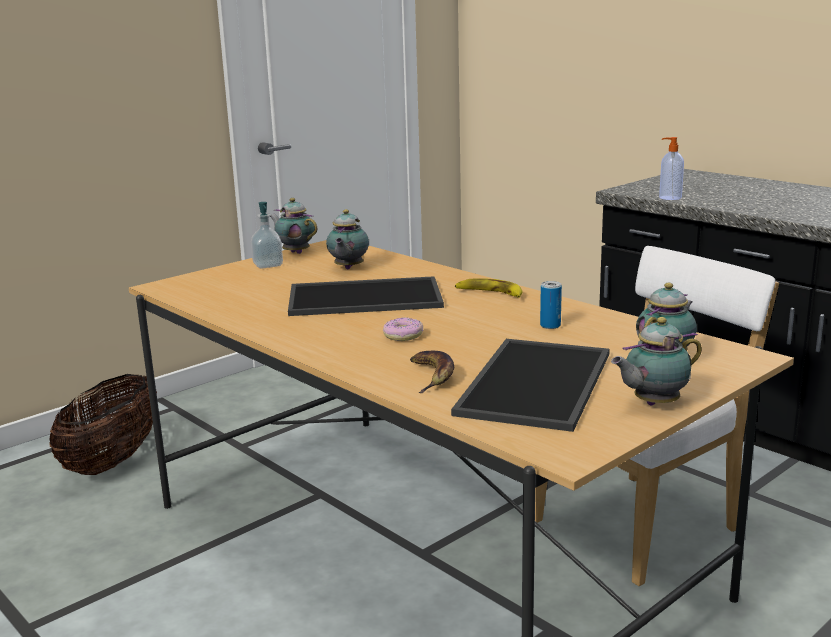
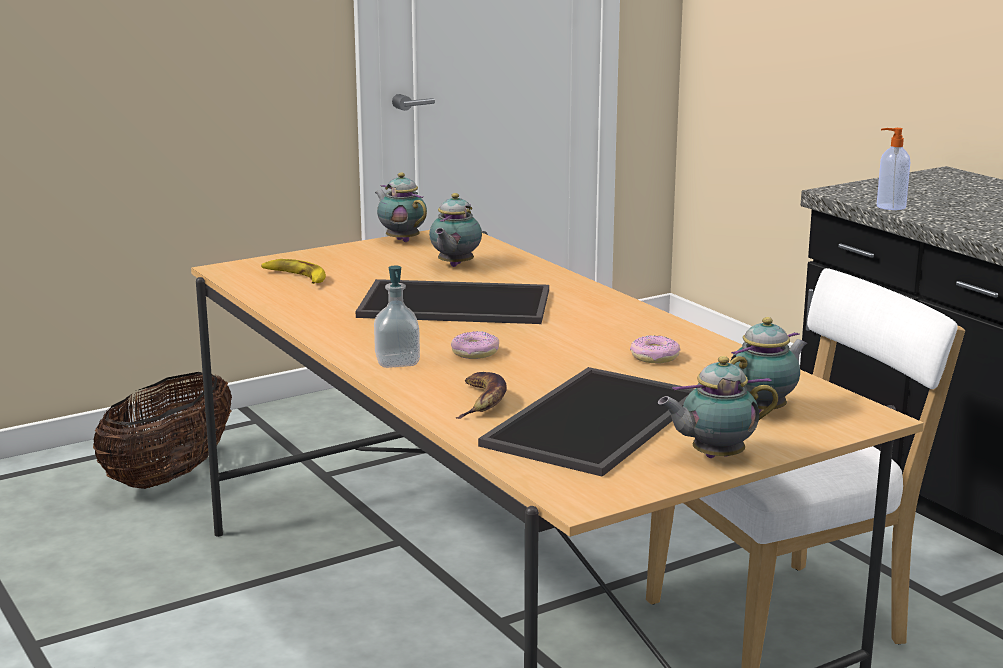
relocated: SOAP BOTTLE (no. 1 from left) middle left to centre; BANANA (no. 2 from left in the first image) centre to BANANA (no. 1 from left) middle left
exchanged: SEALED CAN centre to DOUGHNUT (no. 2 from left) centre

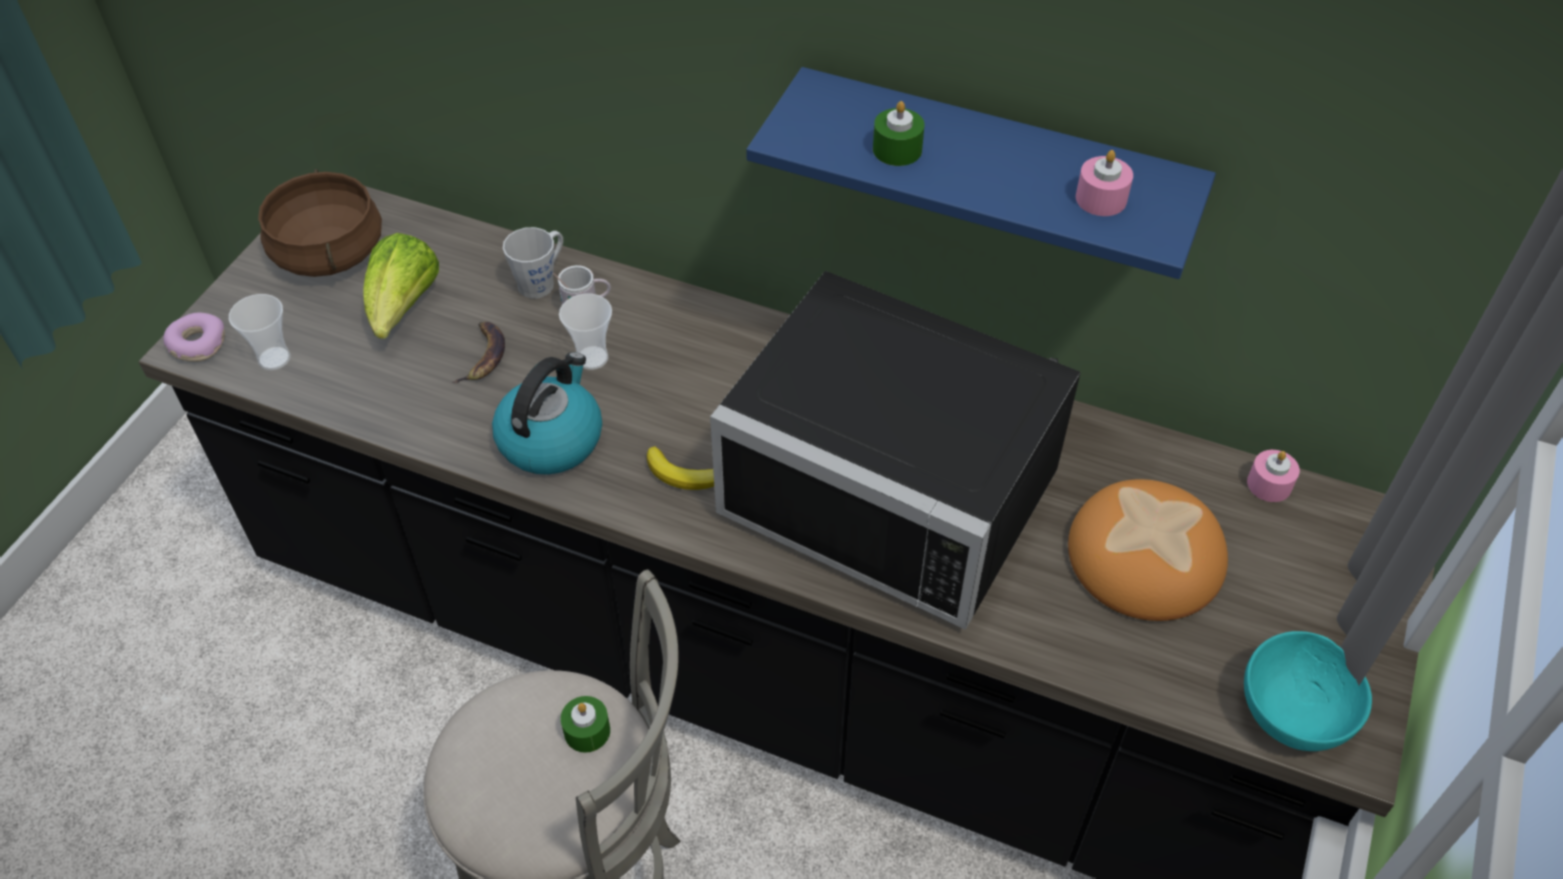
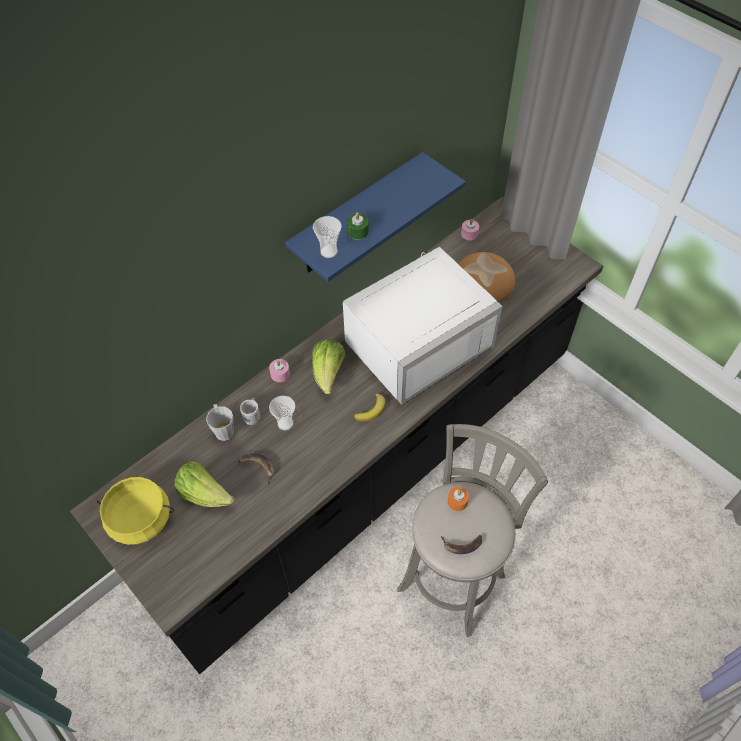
missing: DOUGHNUT middle left; WATER KETTLE centre; TURQUOISE SERVING BOWL bottom right
appeared: LETTUCE HEAD (no. 2 from left) centre; BANANA (no. 3 from left) bottom centre
relocated: CUP (no. 1 from left in the first image) middle left to CUP (no. 2 from left) top centre; PINK-COLOURED WAX LIGHT (no. 1 from left) top right to centre
colour: BROWN COOKING POT top left to YELLOWISH COOKING POT bottom left; GREENISH WAX LIGHT (no. 1 from left) bottom centre to ORANGE-COLOURED WAX LIGHT bottom centre; BLACKISH KITCHEN MICROWAVE centre to WHITE KITCHEN MICROWAVE centre

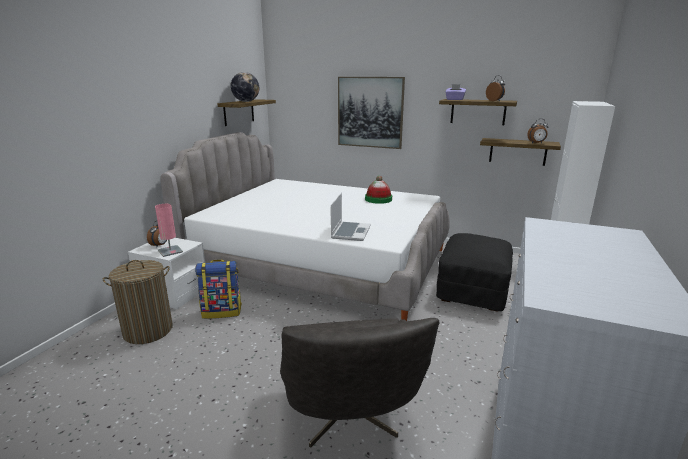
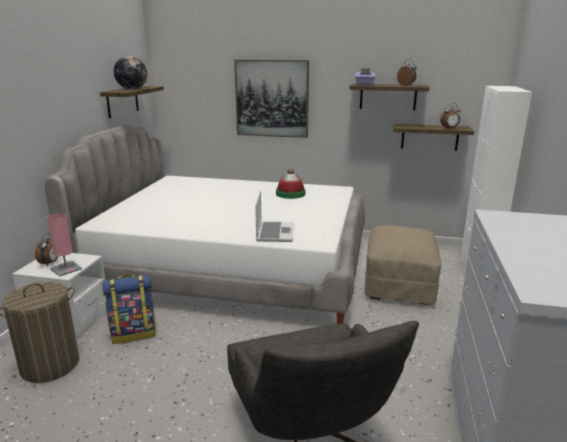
colour: BLACKISH FOOTREST middle right to BEIGE FOOTREST middle right

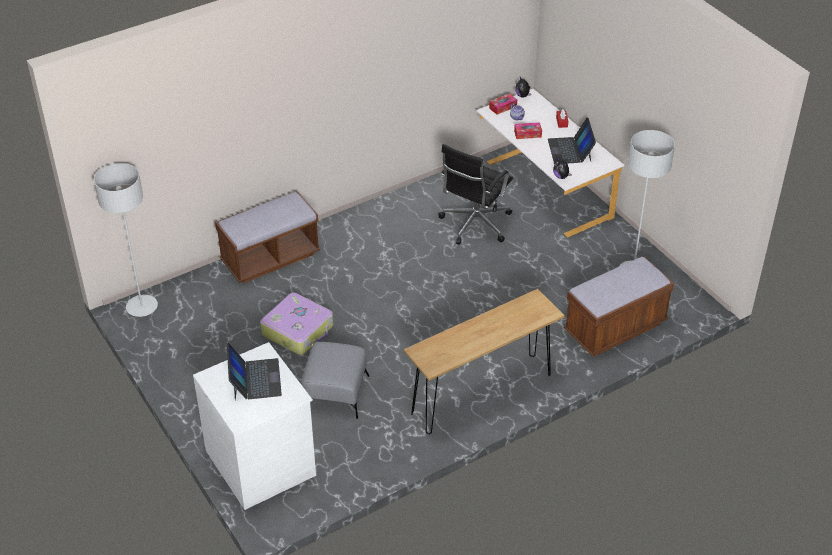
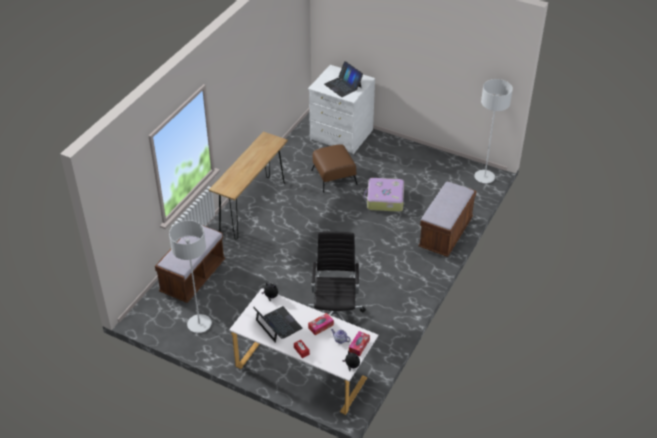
colour: GREYISH FOOTREST bottom centre to BROWN FOOTREST centre

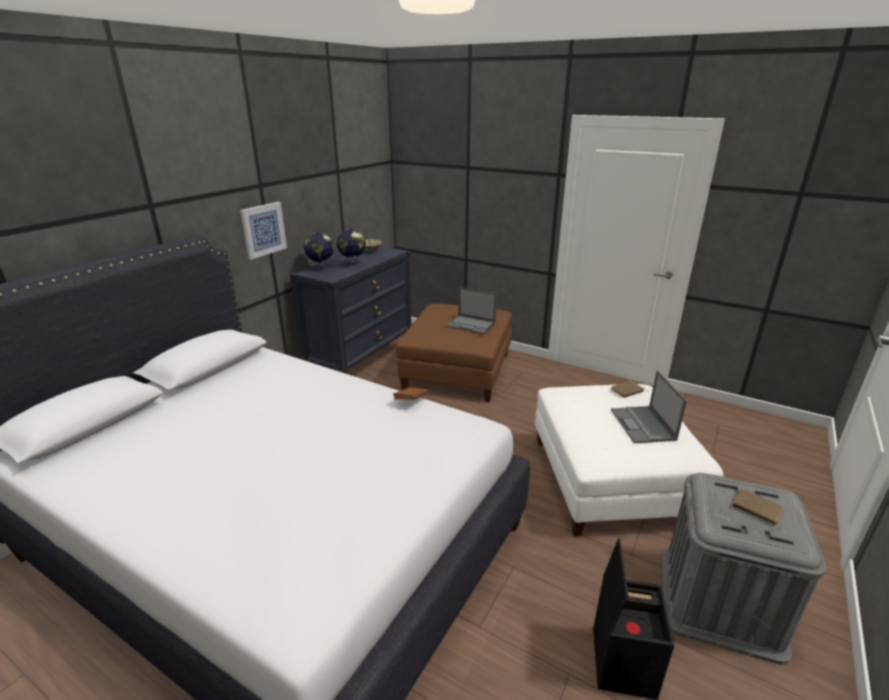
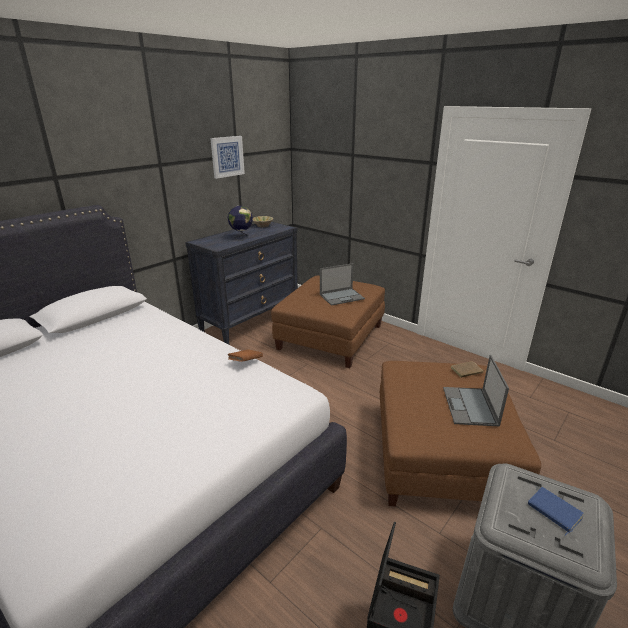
missing: DESK GLOBE (no. 1 from left) centre
relocated: PICTURE top left to top centre
colour: WHITE FOOTREST middle right to BROWN FOOTREST (no. 2 from left) bottom right; BROWN BOUND BOOK (no. 3 from left) bottom right to BLUE BOUND BOOK bottom right
spun: PORTABLE COMPUTER (no. 1 from left) centre = centre 60 degrees counterclockwise

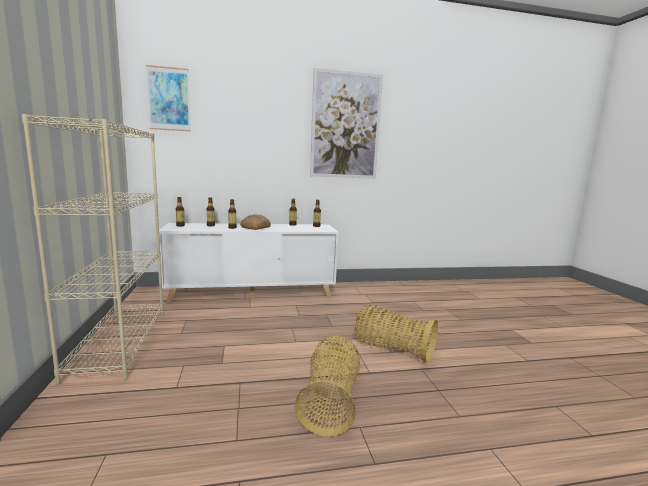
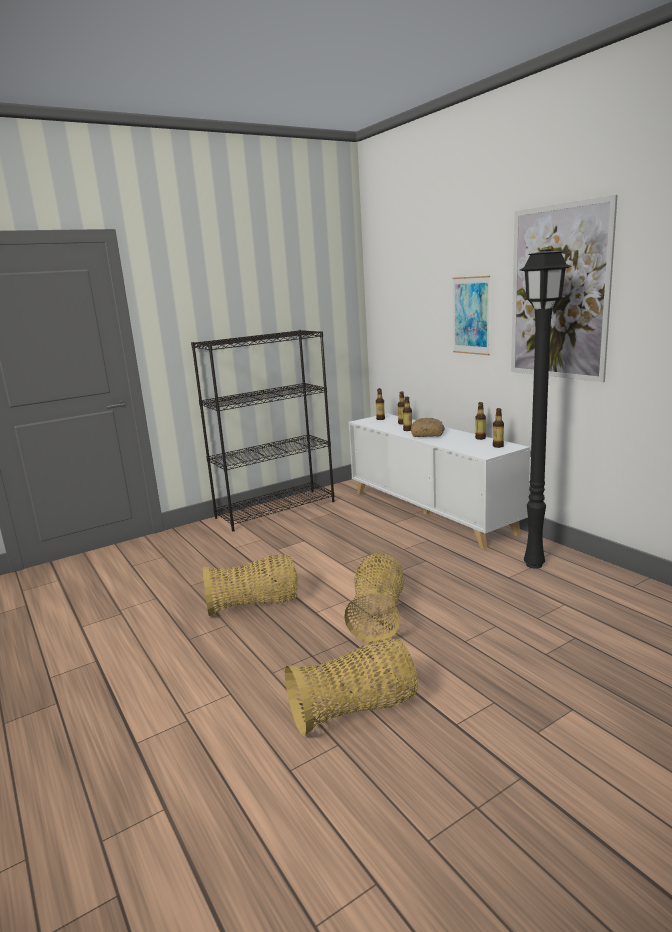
appeared: HOUSEHOLD BASKET (no. 2 from left) bottom centre; BLACKISH STANDARD LAMP middle right
relocated: PICTURE (no. 1 from left) top left to middle right
colour: BEIGE BOOKCASE middle left to BLACKISH BOOKCASE centre

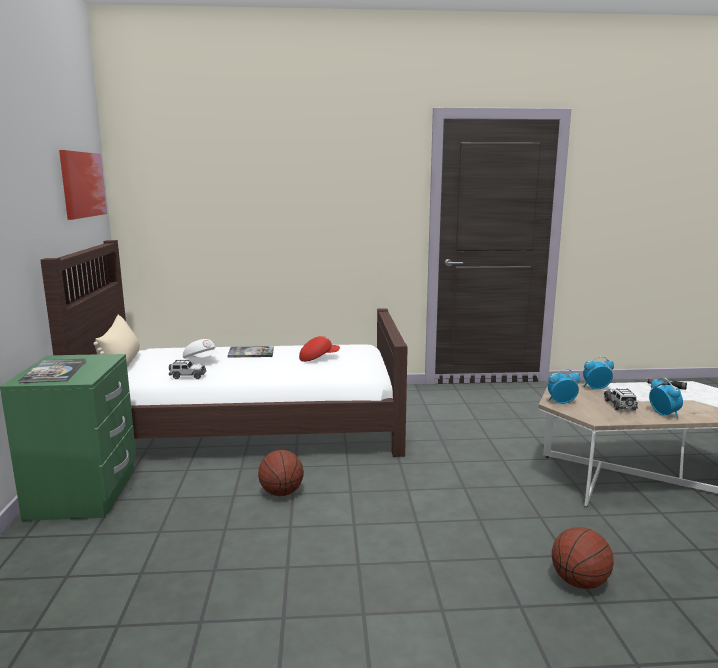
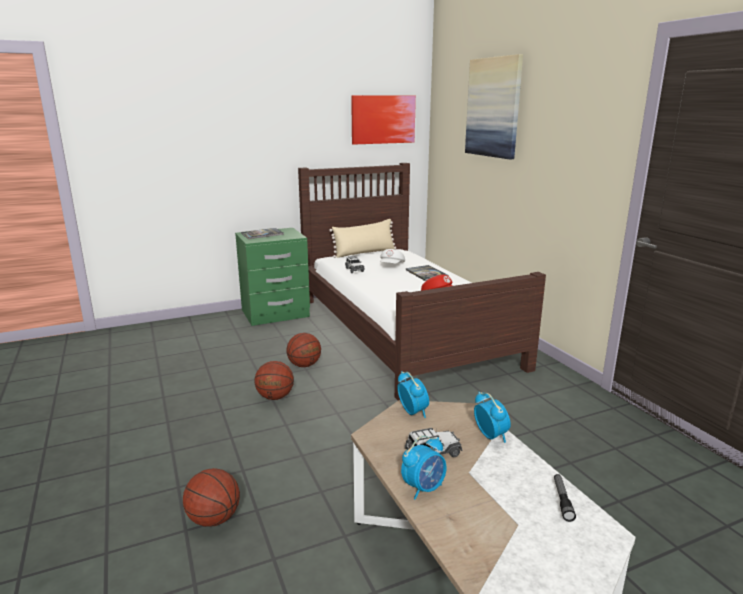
appeared: BASKETBALL BALL (no. 2 from left) centre; PICTURE (no. 2 from left) top centre

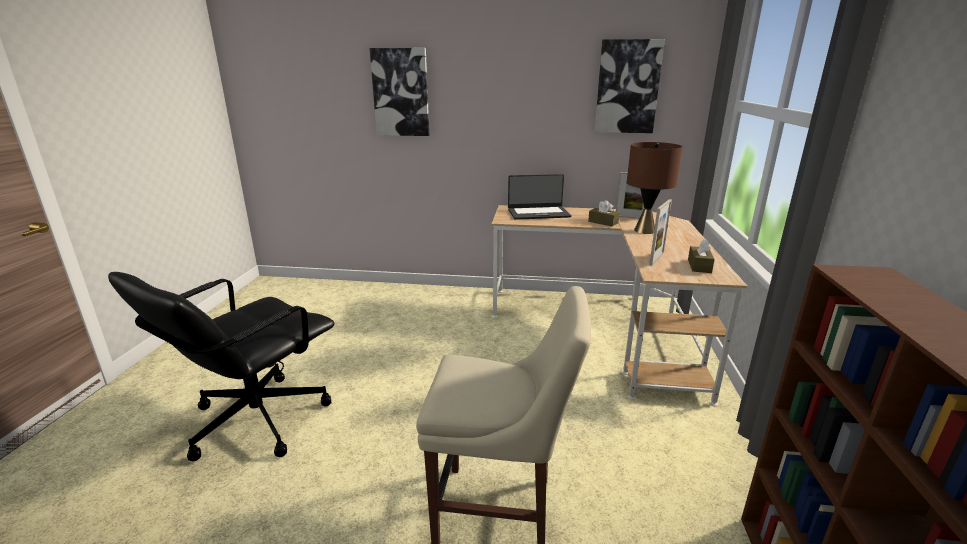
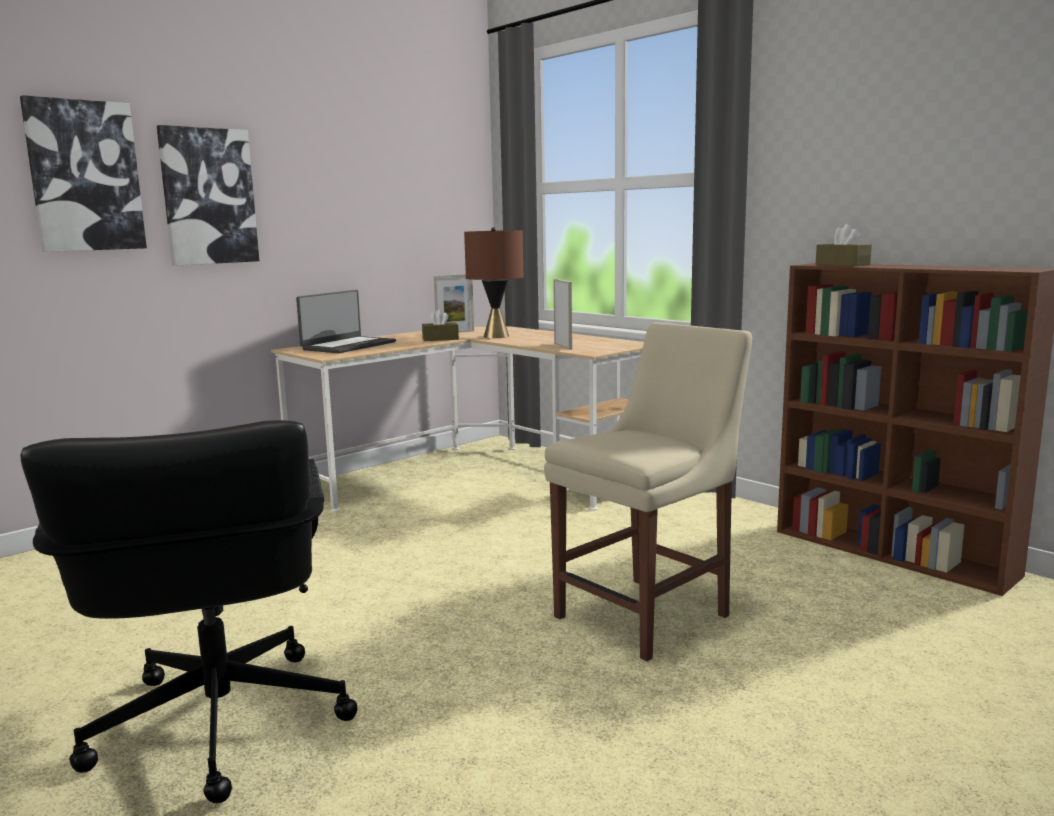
relocated: PICTURE (no. 2 from left) top centre to top left; BROWN TISSUE HOLDER (no. 2 from left) middle right to top right

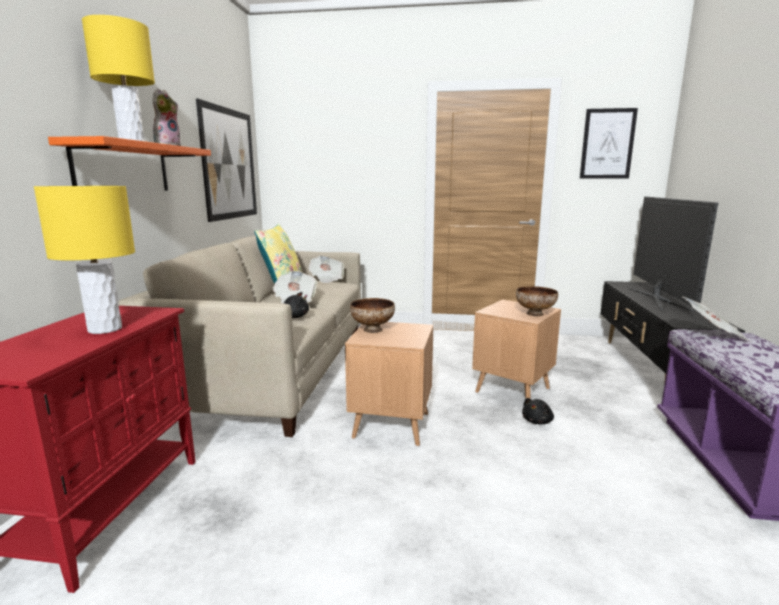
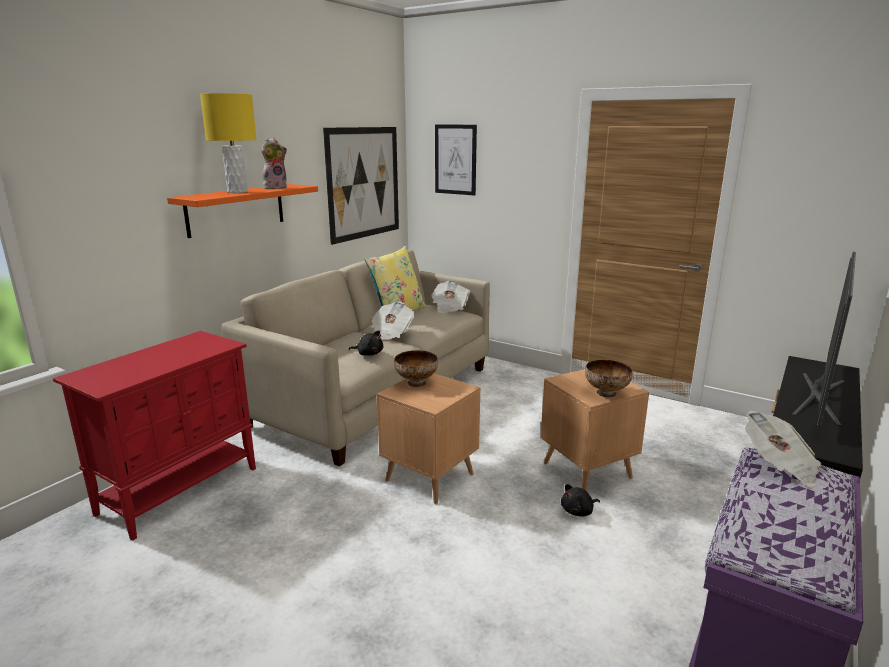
missing: YELLOWISH TABLE LAMP (no. 1 from left) middle left
relocated: PICTURE (no. 2 from left) top right to top centre

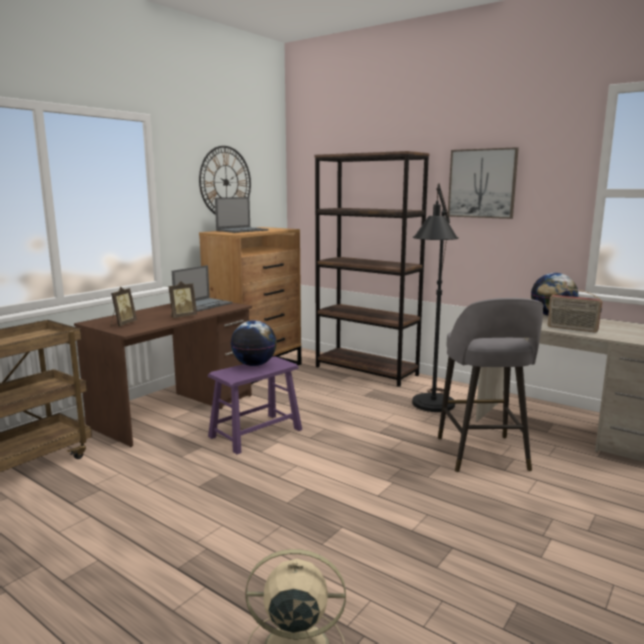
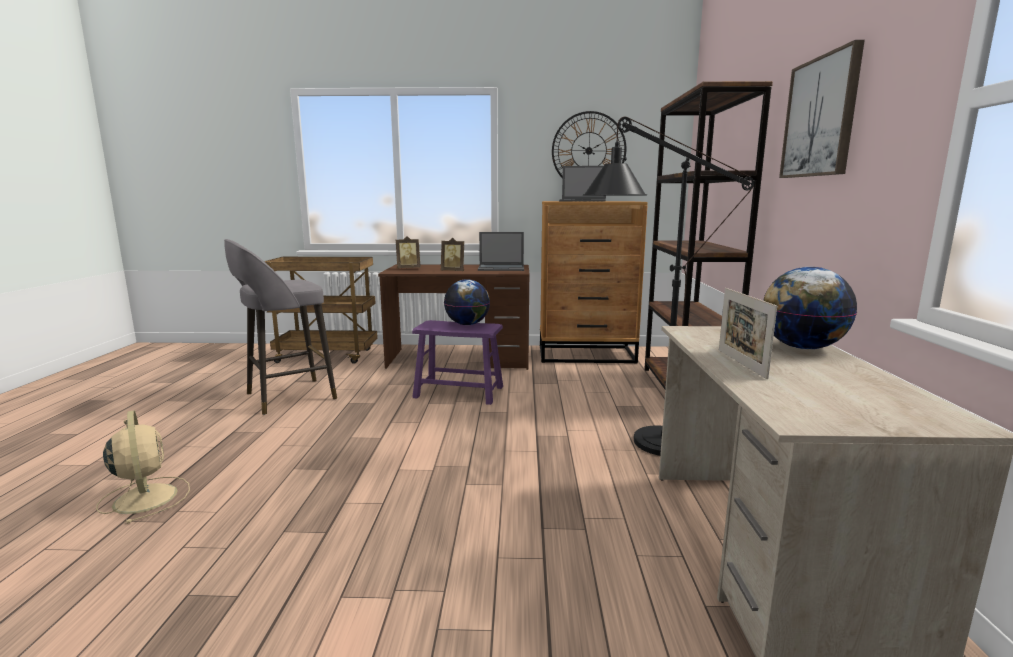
relocated: GREYISH STOOL middle right to middle left
exchanged: RADIO RECEIVER middle right to PHOTO FRAME (no. 3 from left) middle right

